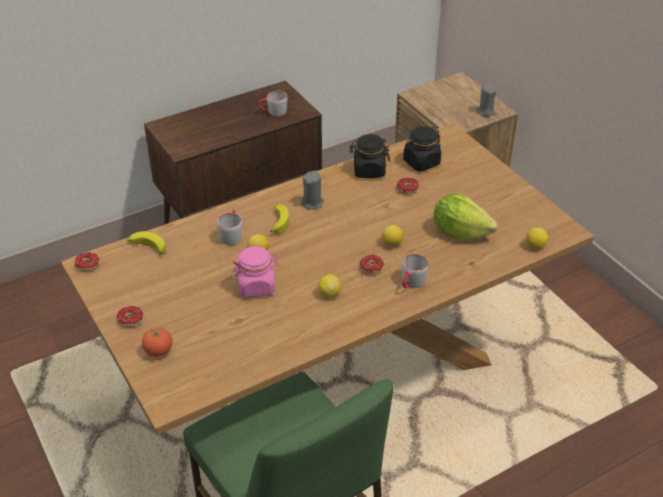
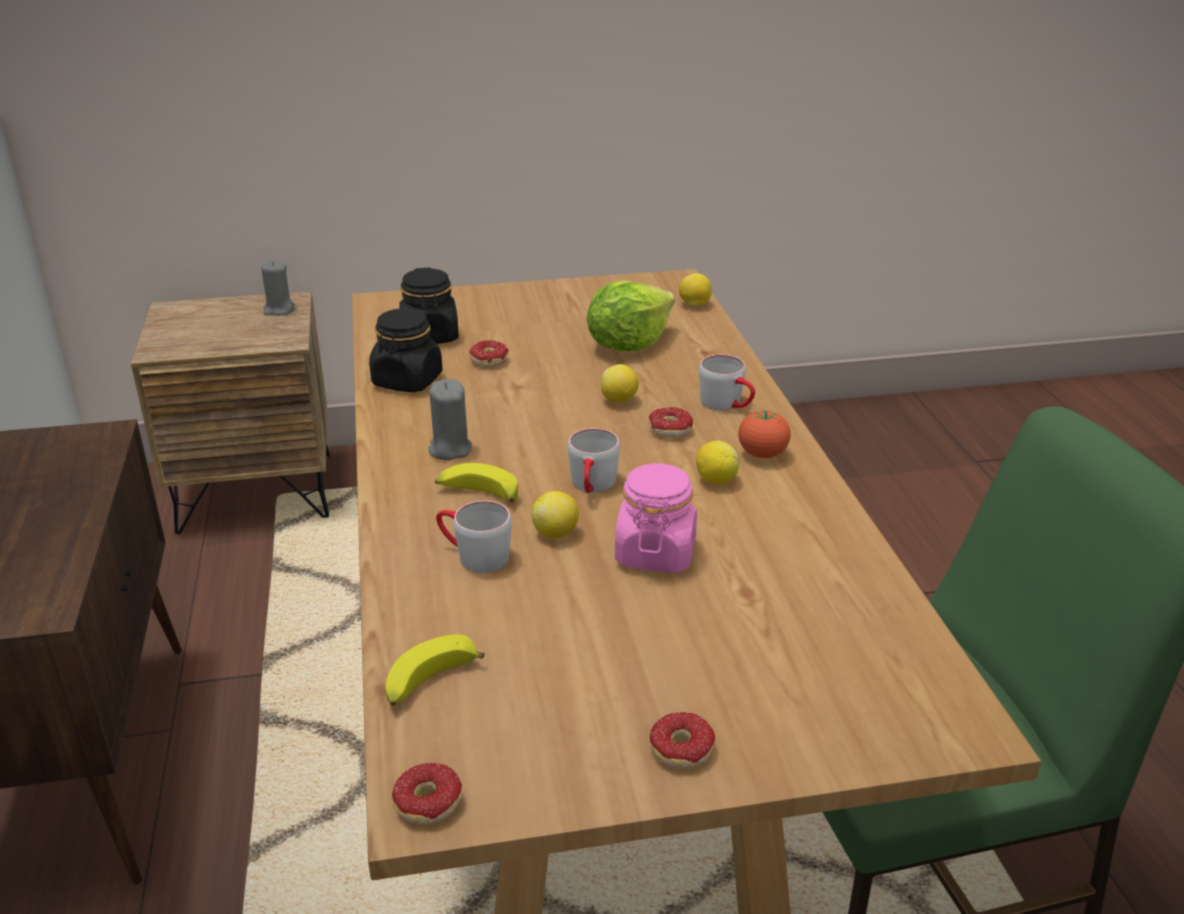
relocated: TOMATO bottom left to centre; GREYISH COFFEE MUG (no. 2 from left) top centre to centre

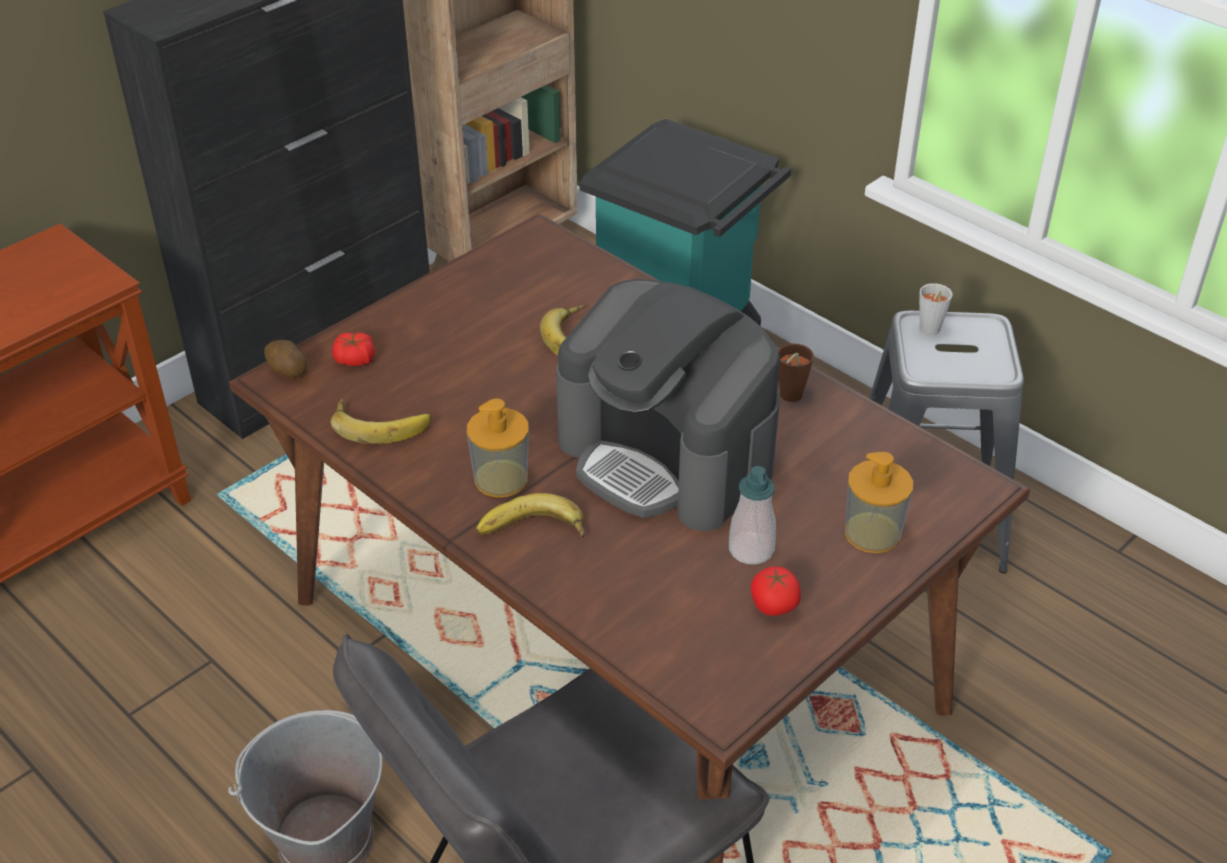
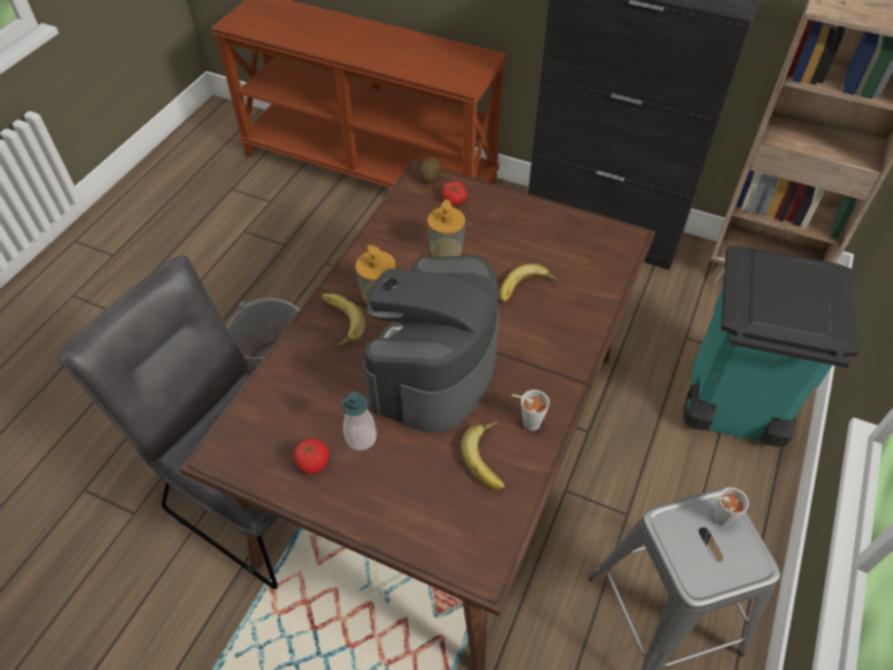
relocated: BANANA (no. 1 from left in the first image) middle left to BANANA (no. 2 from left) bottom centre; SOAP BOTTLE (no. 3 from left) middle right to centre
colour: BROWN CUP centre to GREYISH CUP (no. 1 from left) centre

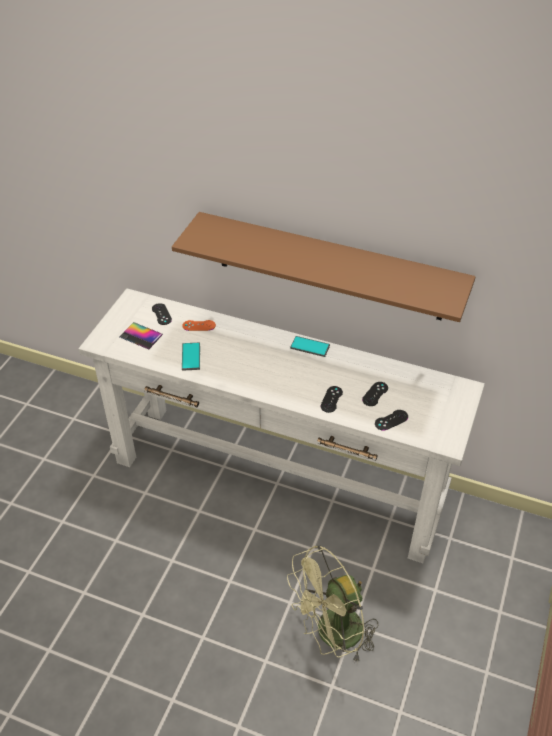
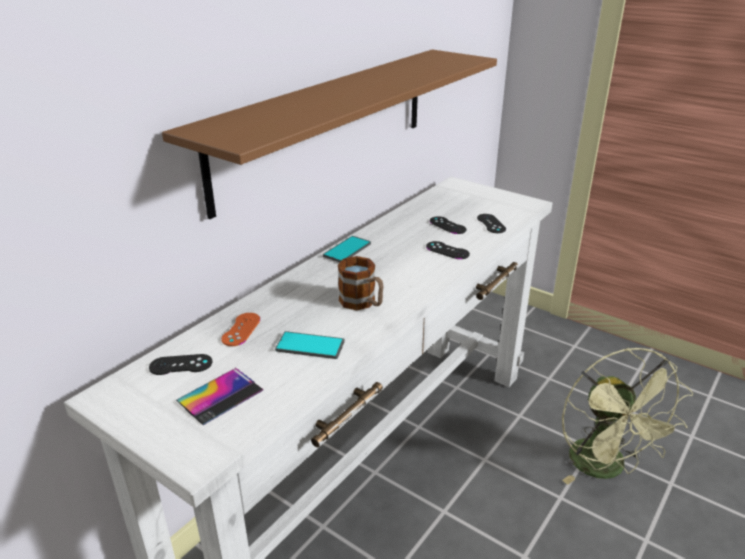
appeared: COFFEE MUG centre

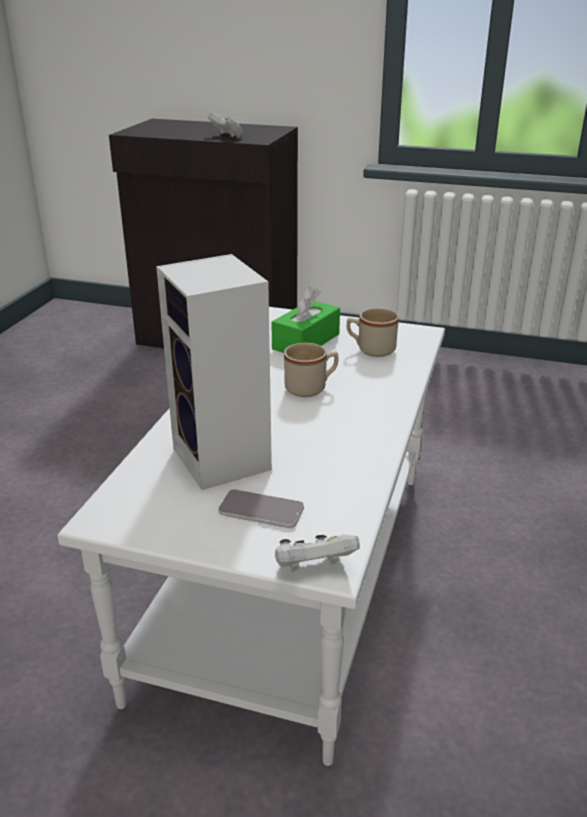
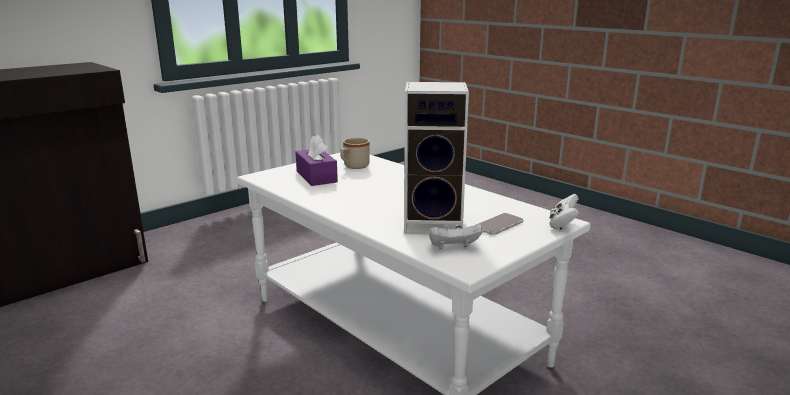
missing: BEIGE COFFEE MUG (no. 1 from left) centre
relocated: WHITE GAMEPAD (no. 1 from left) top centre to centre
colour: GREENISH TISSUE HOLDER centre to PURPLISH TISSUE HOLDER centre

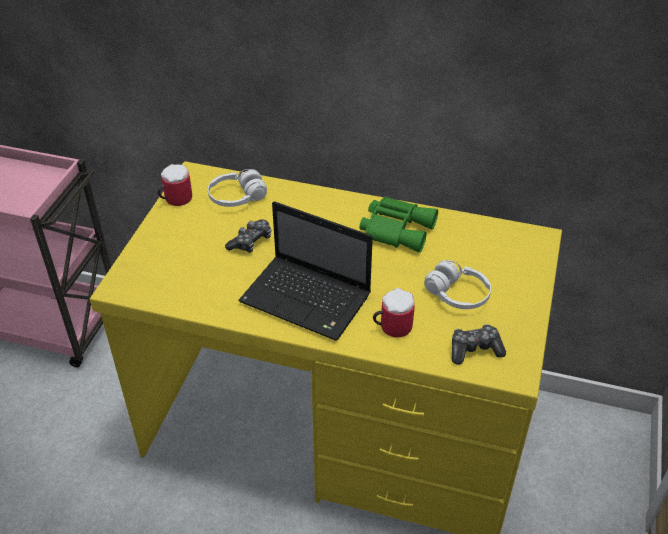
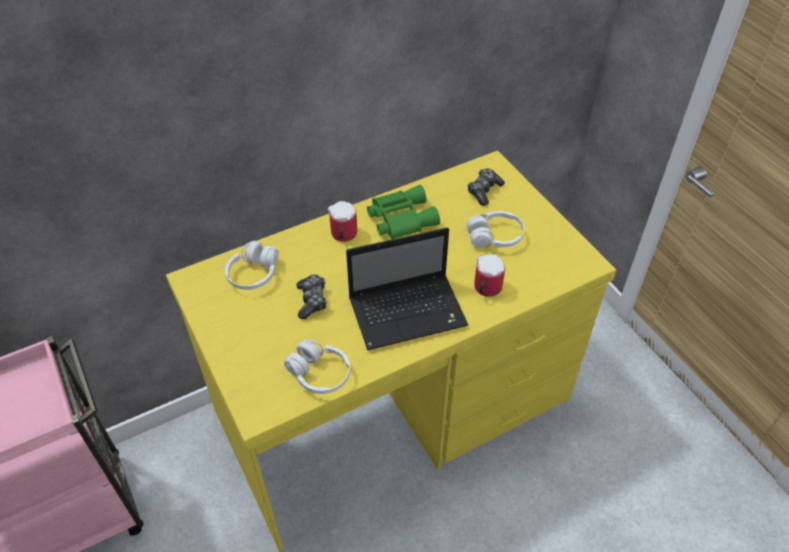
appeared: WHITE HEADSET (no. 2 from left) centre
relocated: COFFEE MUG (no. 1 from left) middle left to centre; GAMEPAD (no. 2 from left) middle right to centre

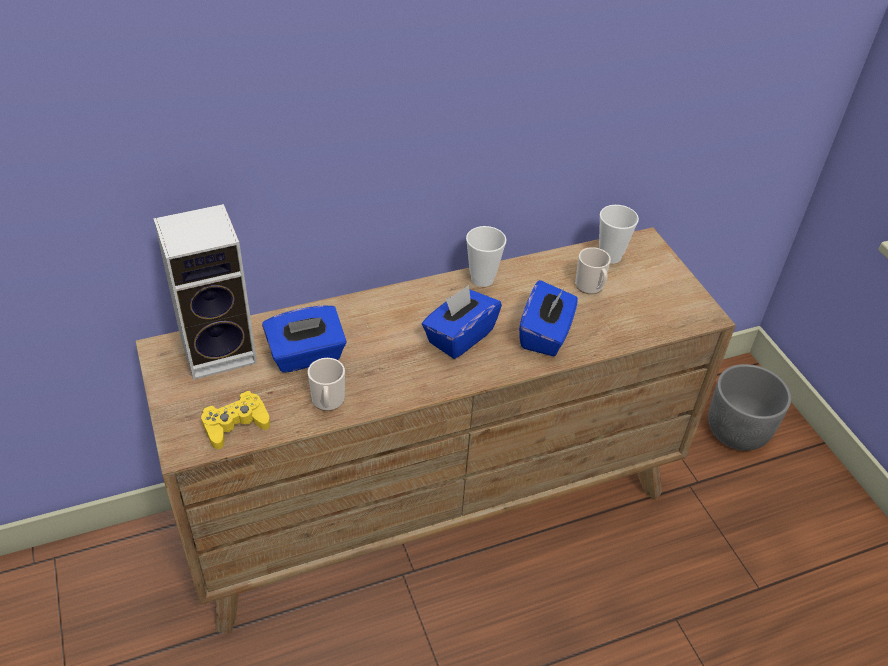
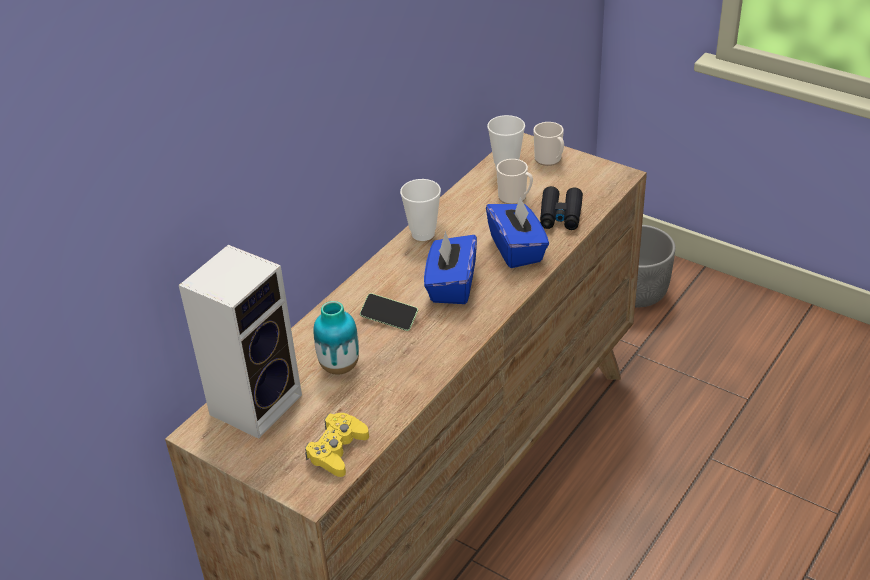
appeared: TELEPHONE centre; BLACKISH PAIR OF BINOCULARS centre
relocated: COFFEE MUG (no. 1 from left in the first image) centre to COFFEE MUG (no. 2 from left) top centre
exchanged: BLUE TISSUE HOLDER (no. 1 from left) centre to FLOWER VASE centre

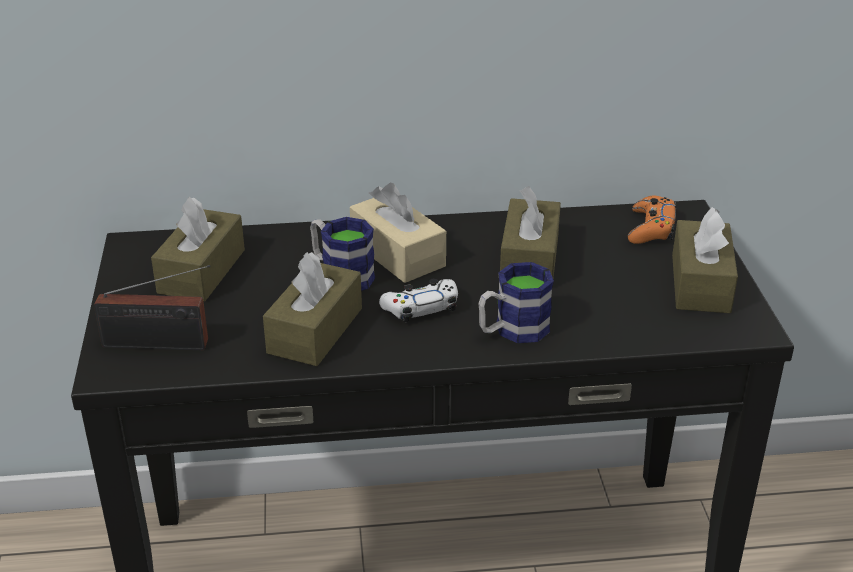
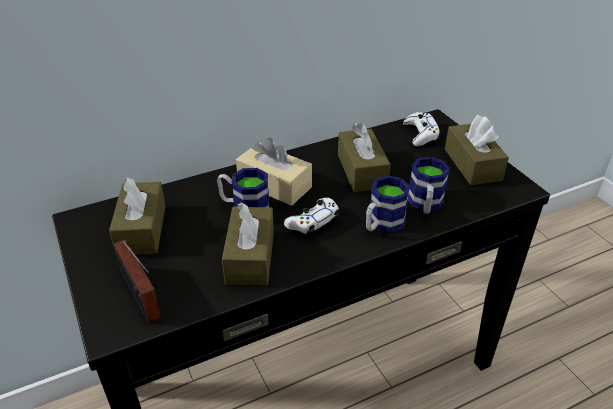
appeared: COFFEE MUG (no. 3 from left) middle right
colour: ORANGE-COLOURED GAMEPAD middle right to WHITE GAMEPAD (no. 2 from left) top right
spun: RADIO RECEIVER middle left = bottom left 75 degrees clockwise

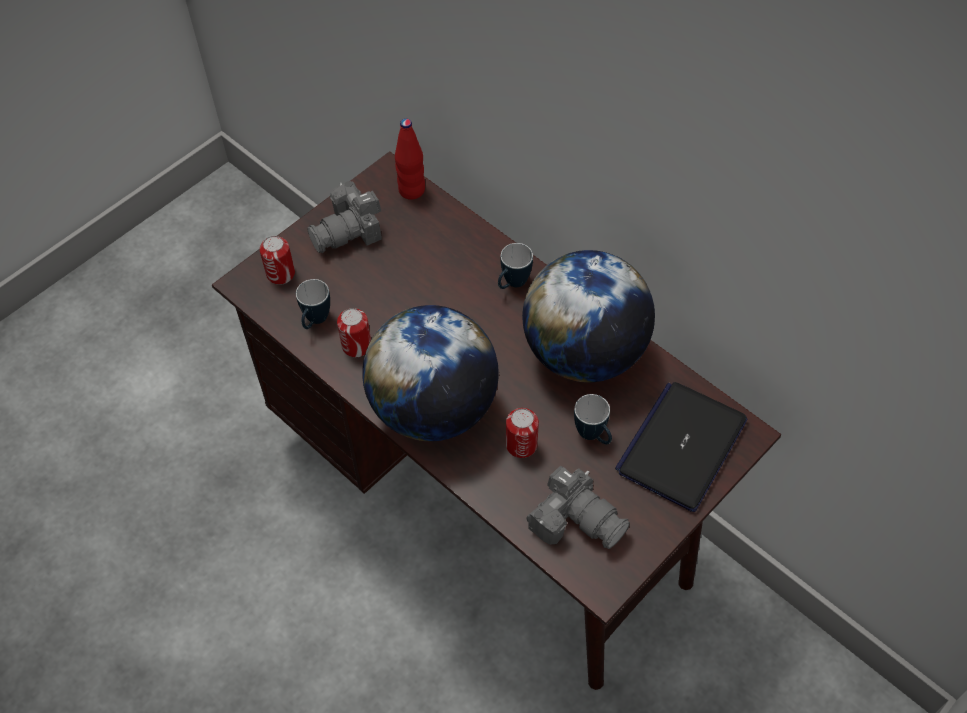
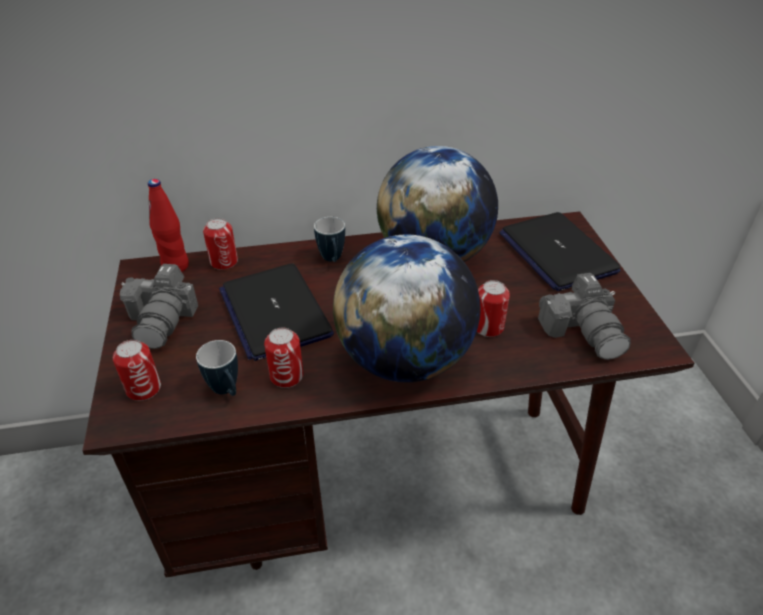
missing: COFFEE MUG (no. 3 from left) centre
appeared: SEALED CAN (no. 2 from left) middle left; PORTABLE COMPUTER (no. 1 from left) centre
spun: STILL CAMERA (no. 2 from left) bottom centre = middle right 90 degrees clockwise

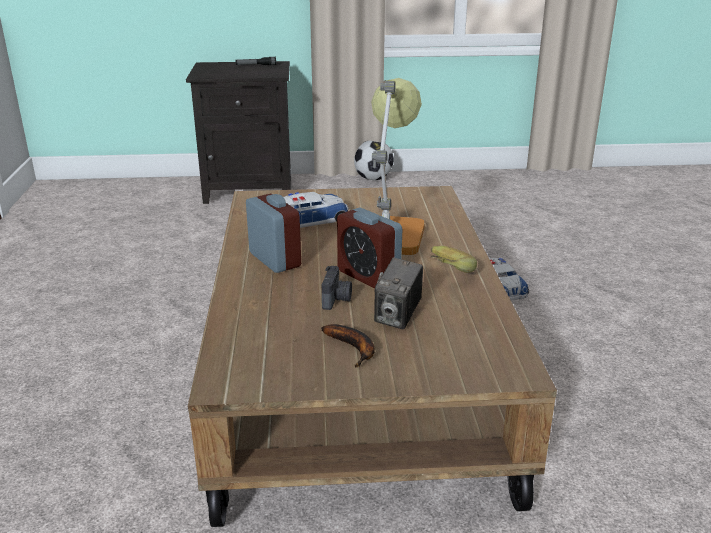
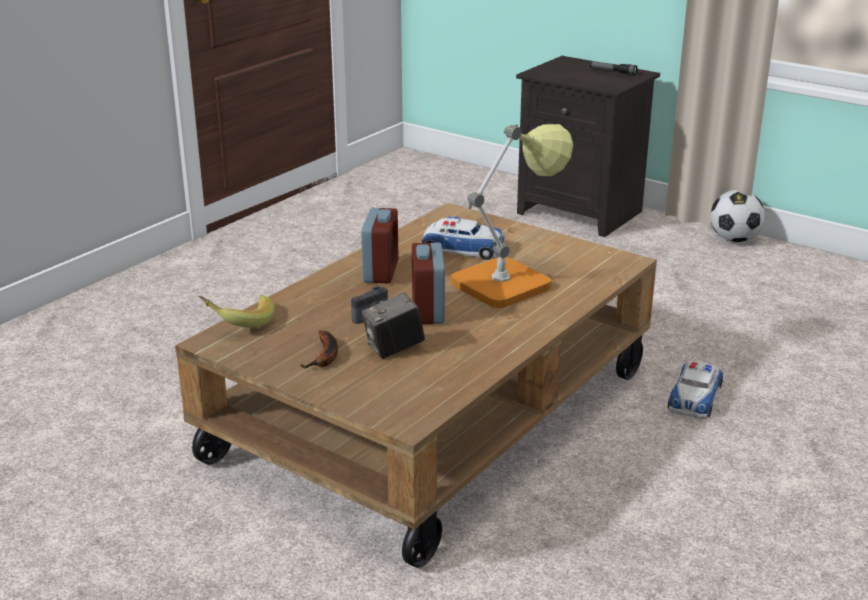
relocated: BANANA (no. 2 from left in the first image) centre to BANANA (no. 1 from left) middle left

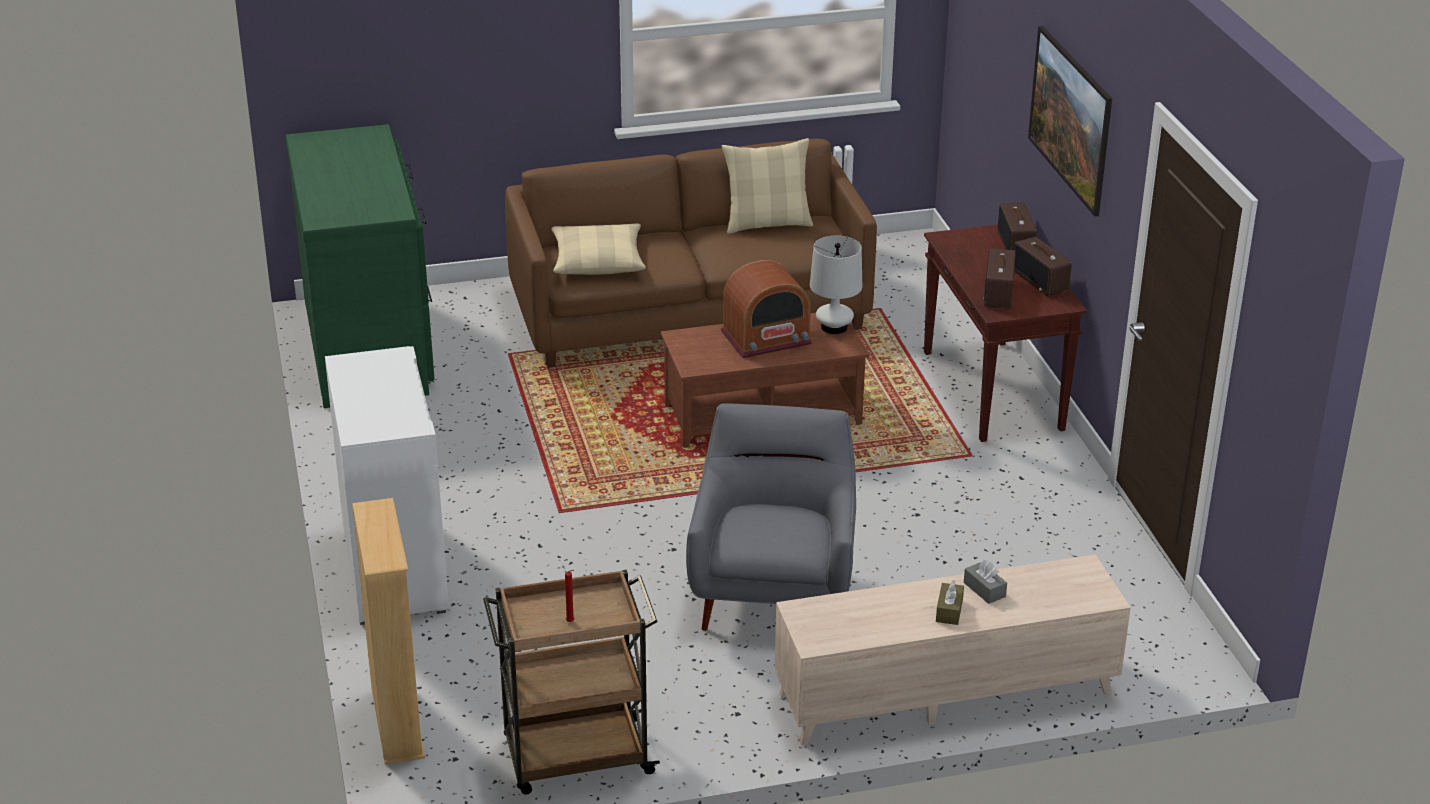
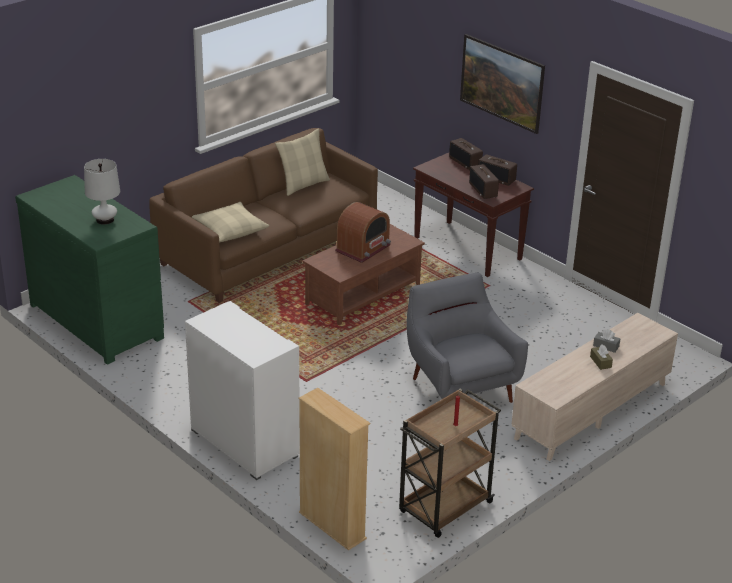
relocated: WHITE TABLE LAMP centre to top left

